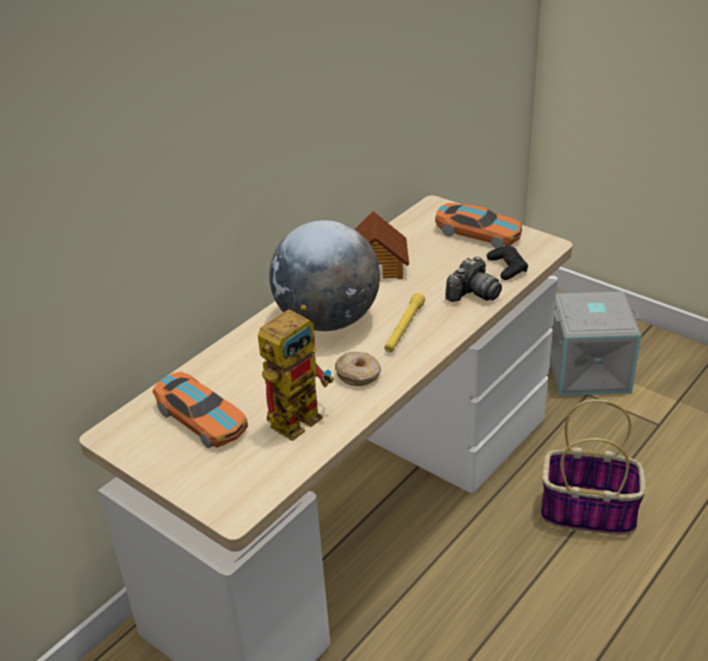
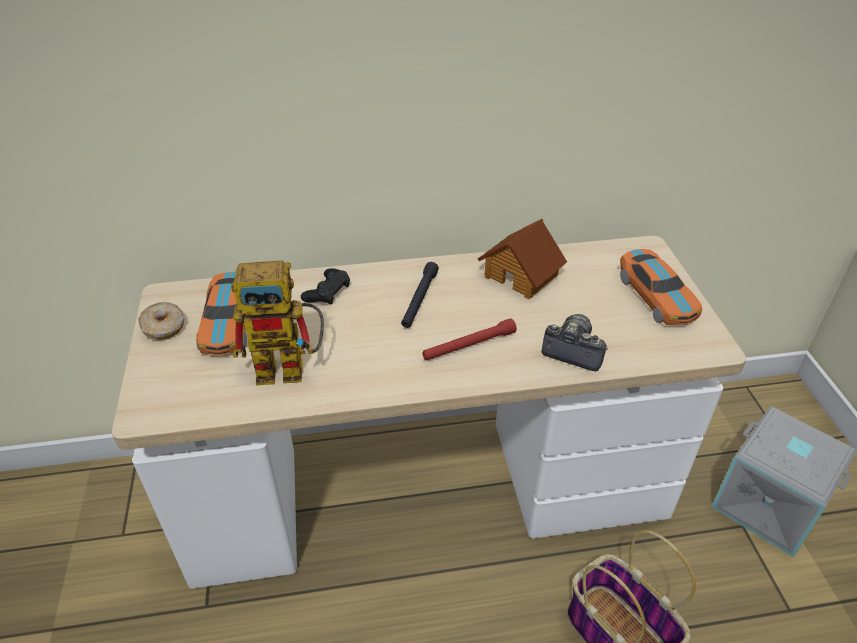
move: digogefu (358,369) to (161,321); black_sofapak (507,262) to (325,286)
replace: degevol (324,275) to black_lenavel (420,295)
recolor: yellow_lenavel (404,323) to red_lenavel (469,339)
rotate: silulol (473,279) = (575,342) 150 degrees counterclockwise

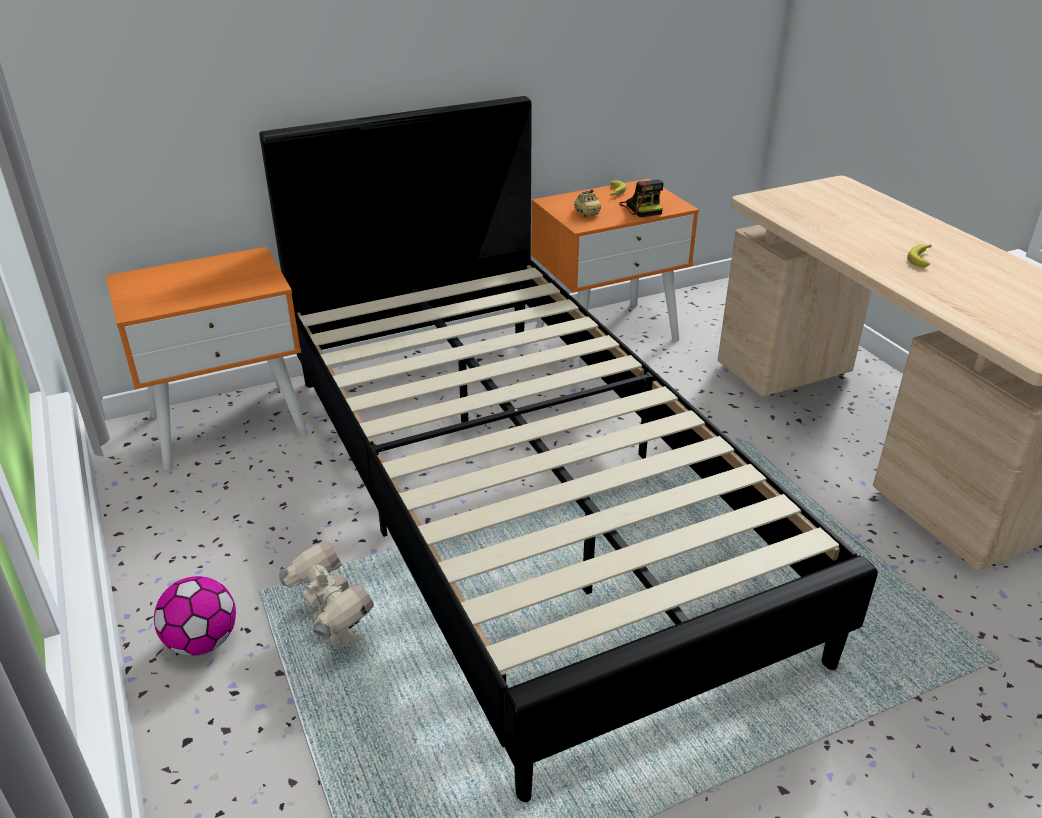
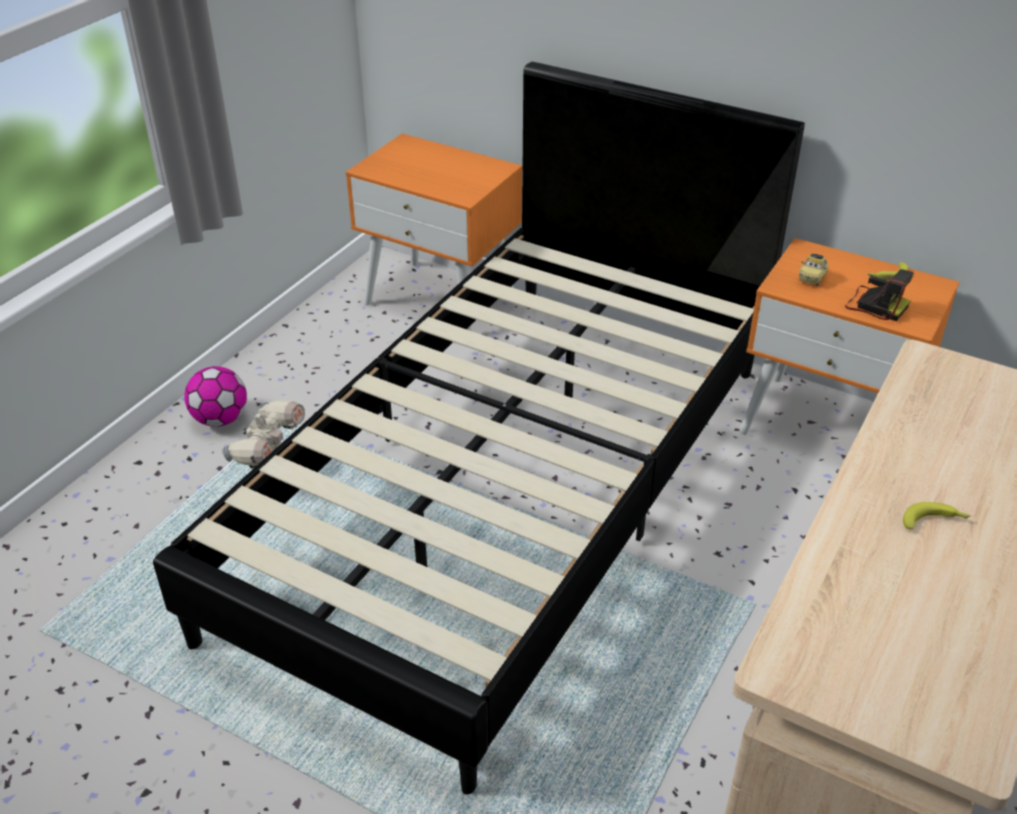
rotate: silulol (641,198) = (879,295) 90 degrees counterclockwise

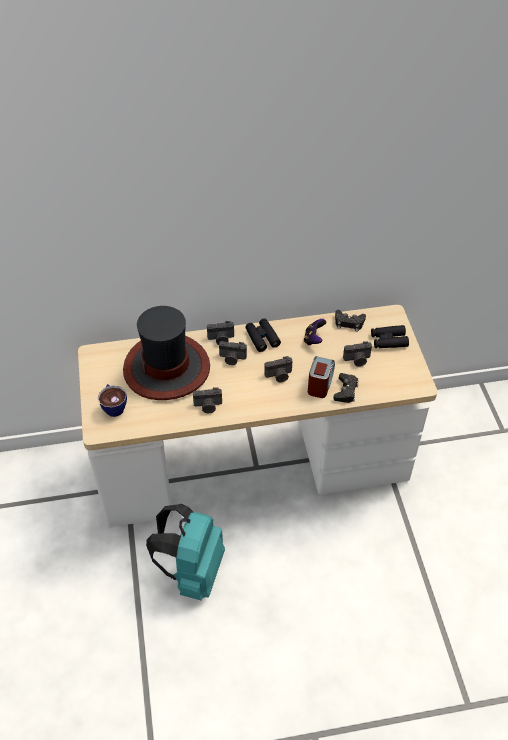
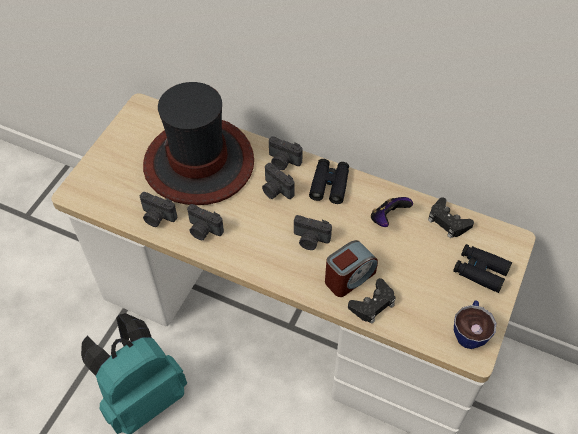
move: silulol (357,354) to (158,209); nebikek (112,400) to (475,324)

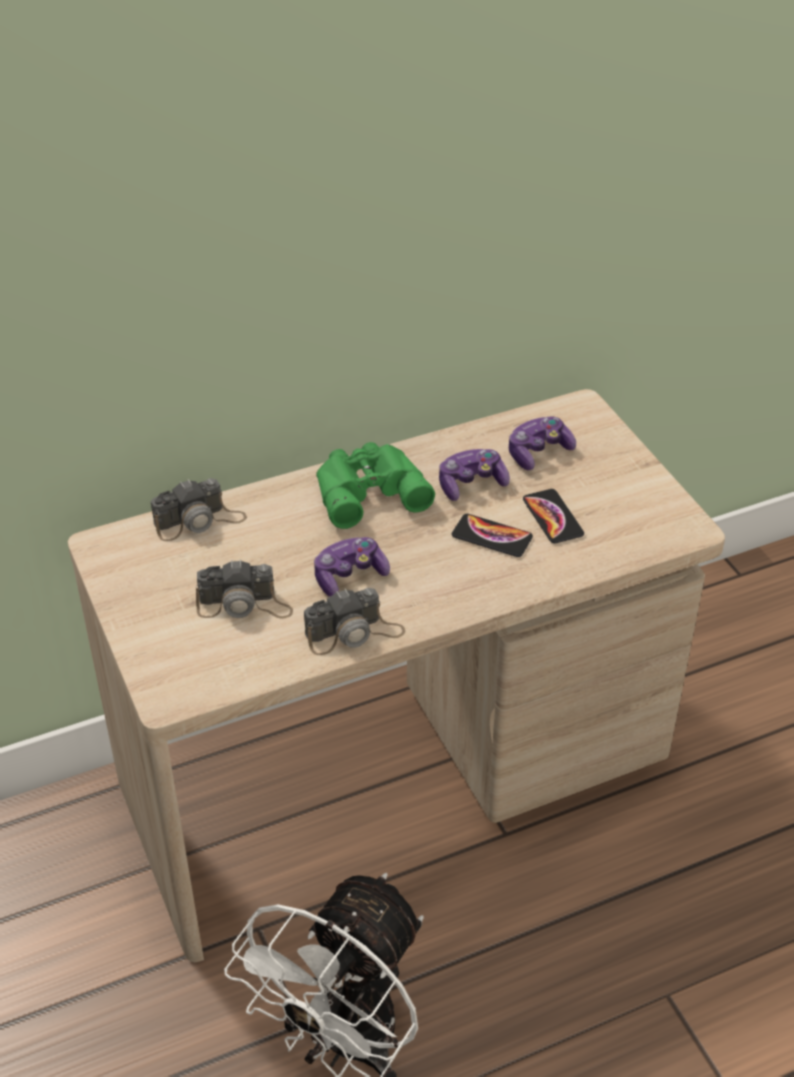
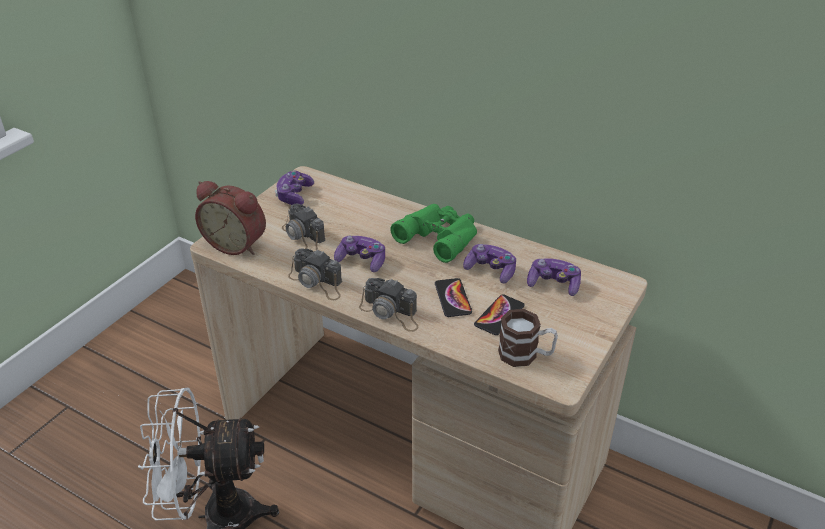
insert: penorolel (230,218); sofapak (294,187); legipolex (528,338)
move: silulol (199,509) to (389,305)

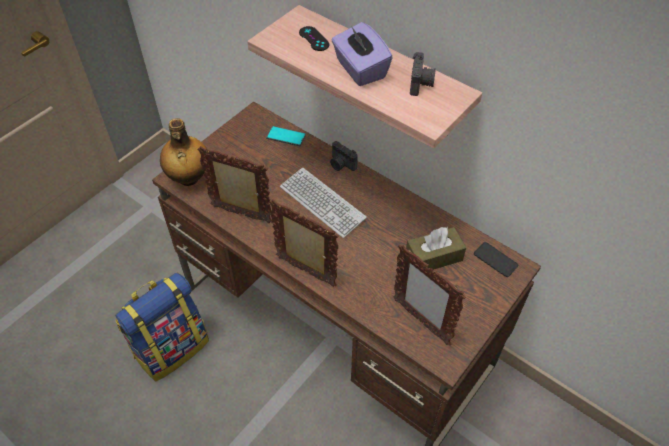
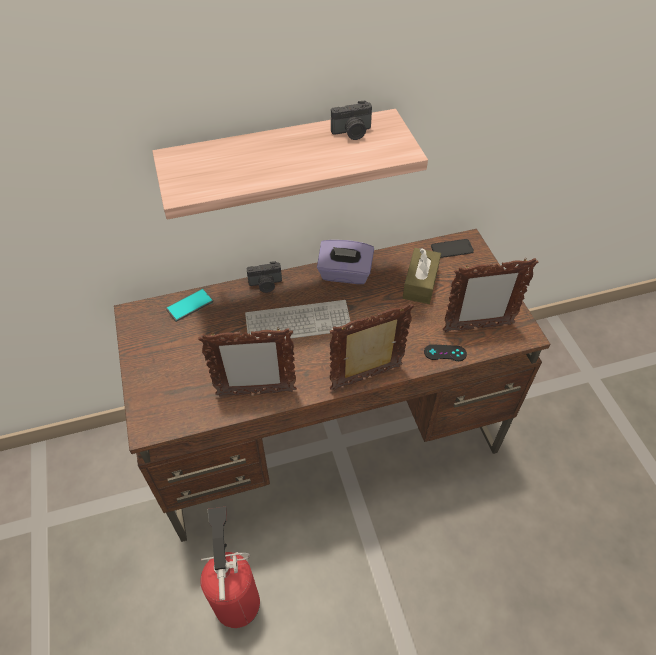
delete: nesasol (183,152)
move: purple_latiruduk (362,54) to (345,262); black_sofapak (314,38) to (445,352)
replace: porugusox (162,327) to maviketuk (230,567)
rotate: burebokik (234,184) = (247,361) 150 degrees counterclockwise; silulol (423,74) = (351,120) 120 degrees clockwise

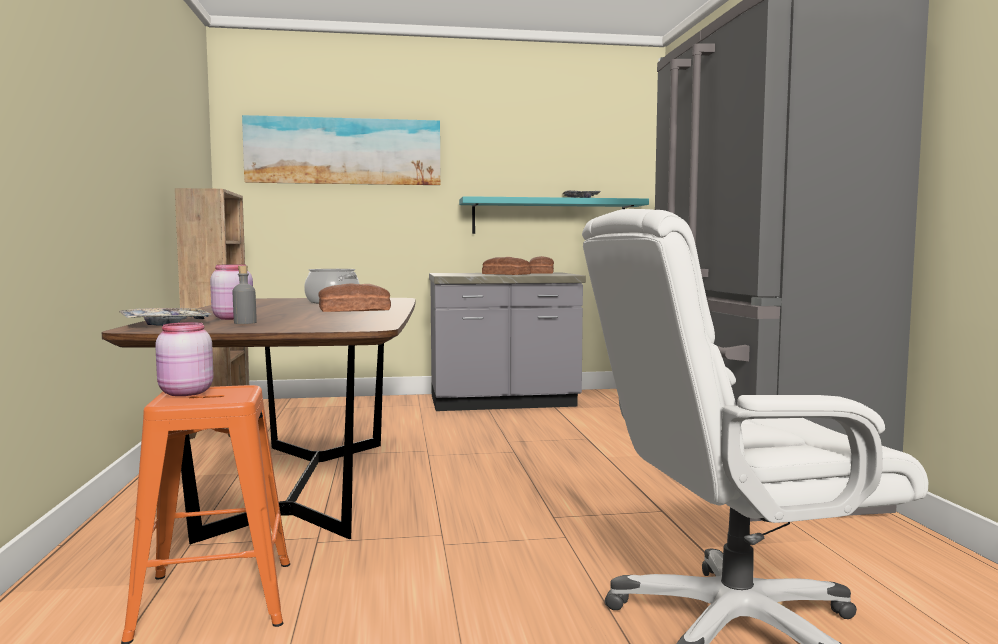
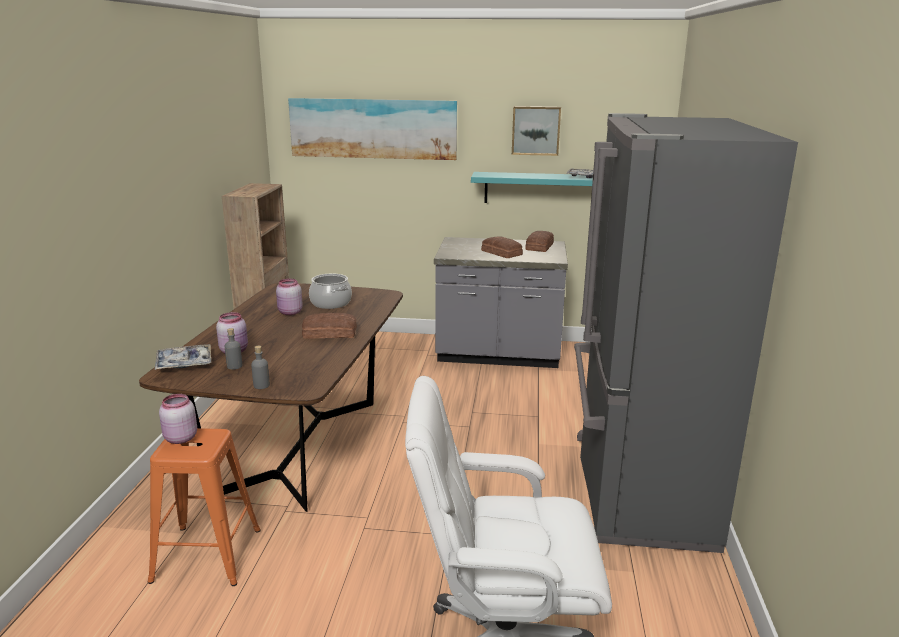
insert: grey_nesasol (260,367); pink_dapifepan (289,297); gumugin (536,131)

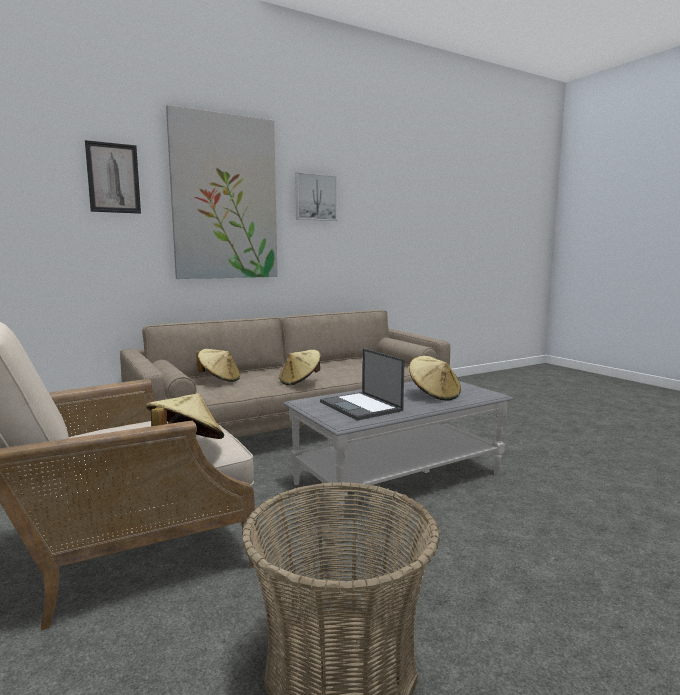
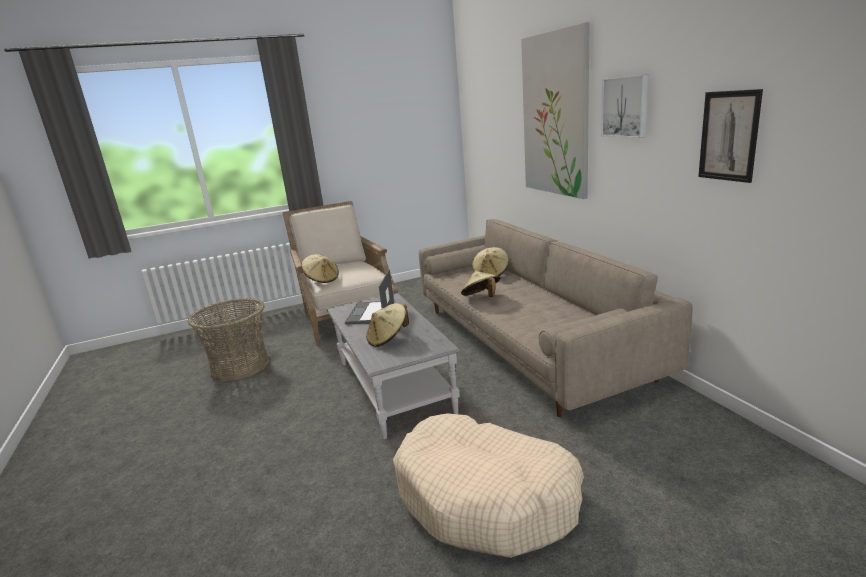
insert: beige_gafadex (488,485)
move: gumugin (113,177) to (730,136)
rotate: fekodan (362,384) = (369,297) 60 degrees counterclockwise

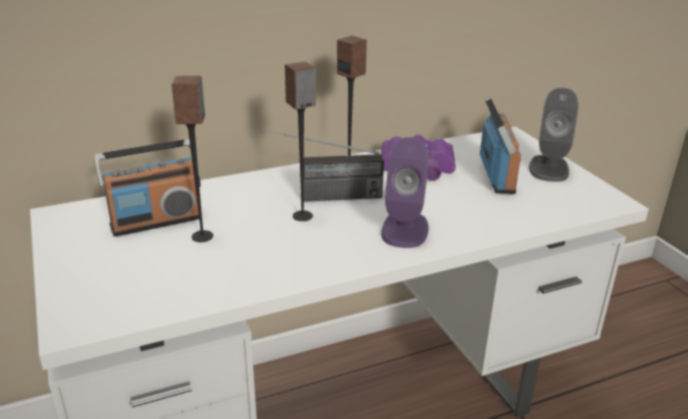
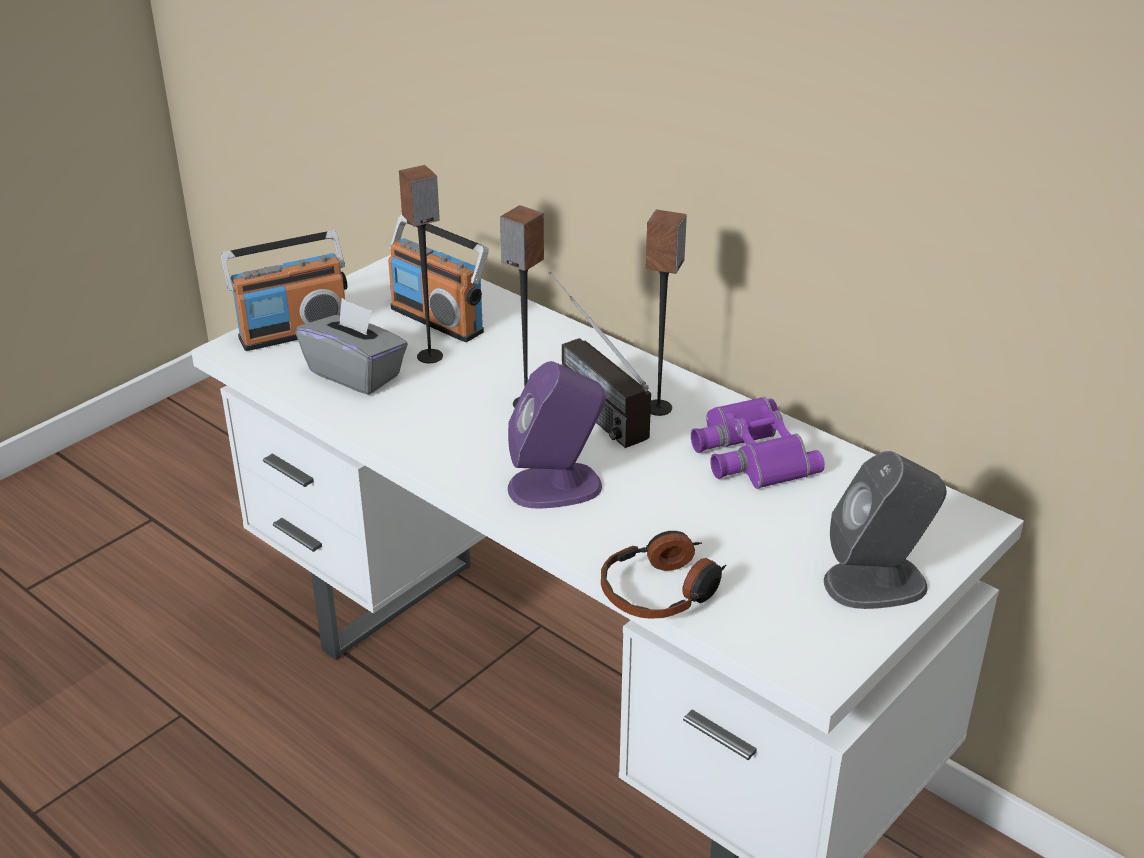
insert: grey_latiruduk (352,346); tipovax (664,575)
move: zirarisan (500,145) to (284,290)

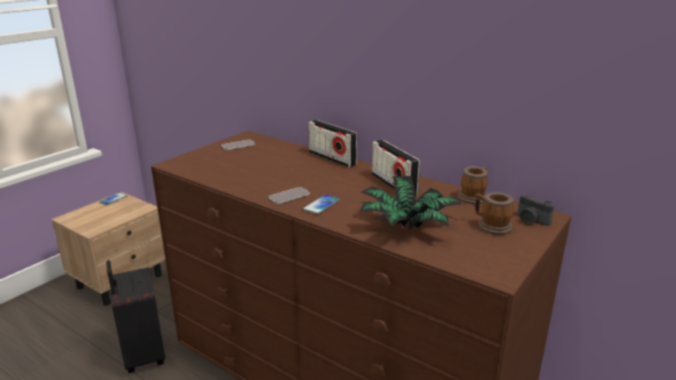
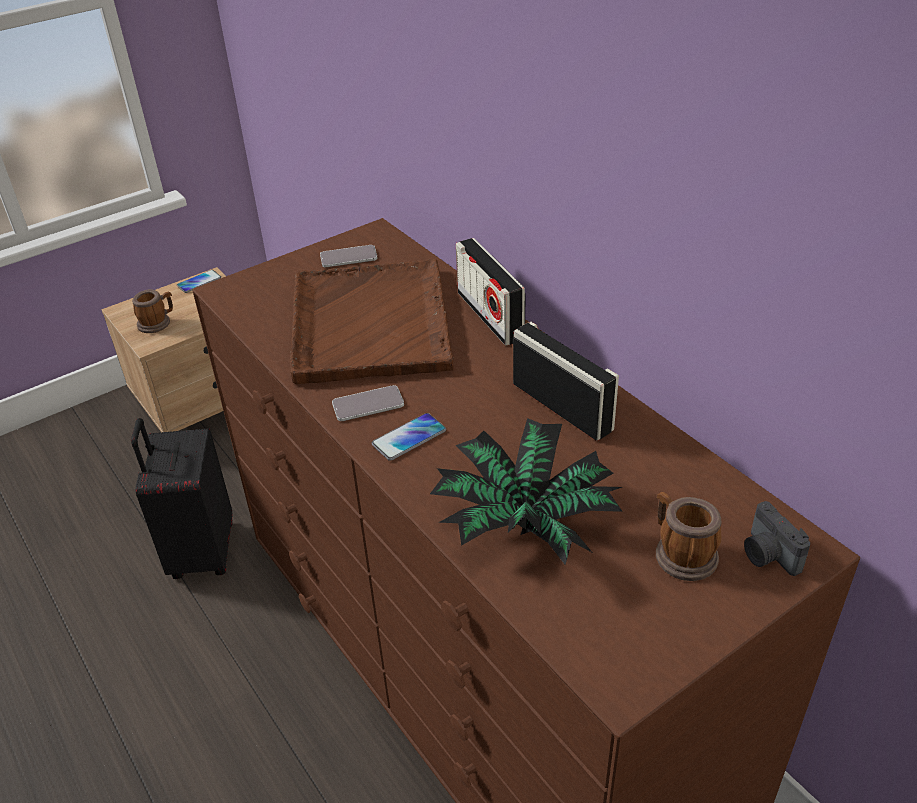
insert: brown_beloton (372,321)
move: legipolex (473,185) to (152,311)
rotate: zirarisan (396,168) = (566,381) 150 degrees clockwise

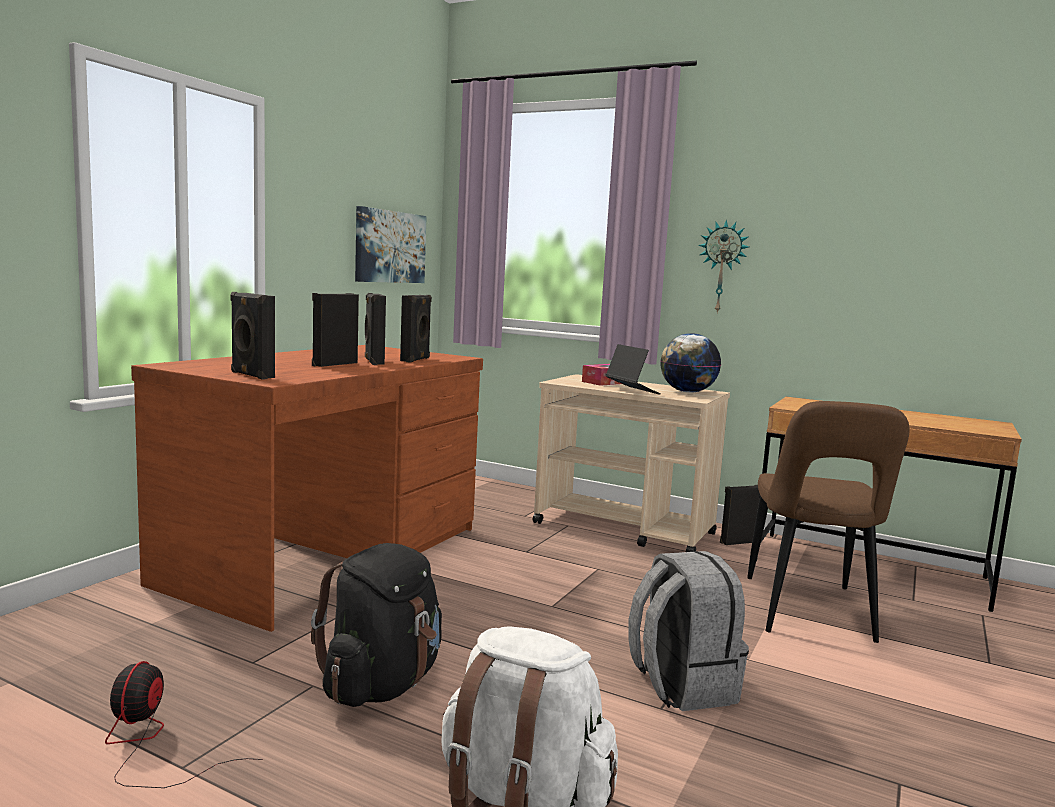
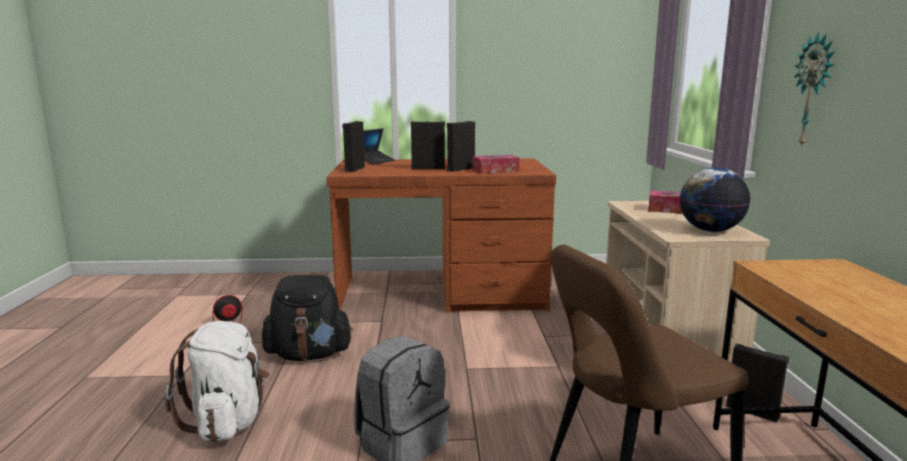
delete: gumugin (391,244)
move: fekodan (633,369) to (379,146)
replace: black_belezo (416,329) to latiruduk (496,164)

